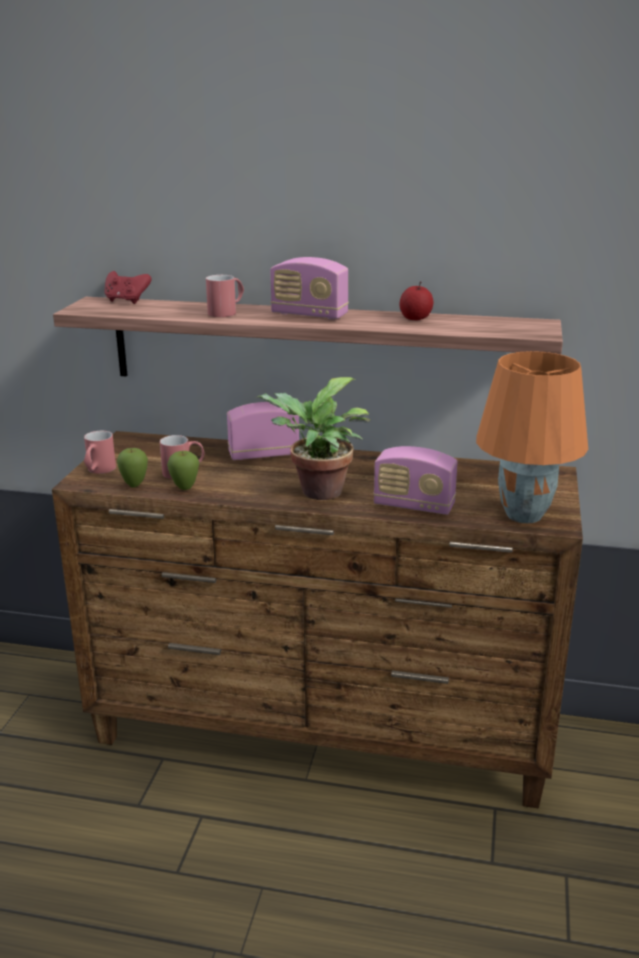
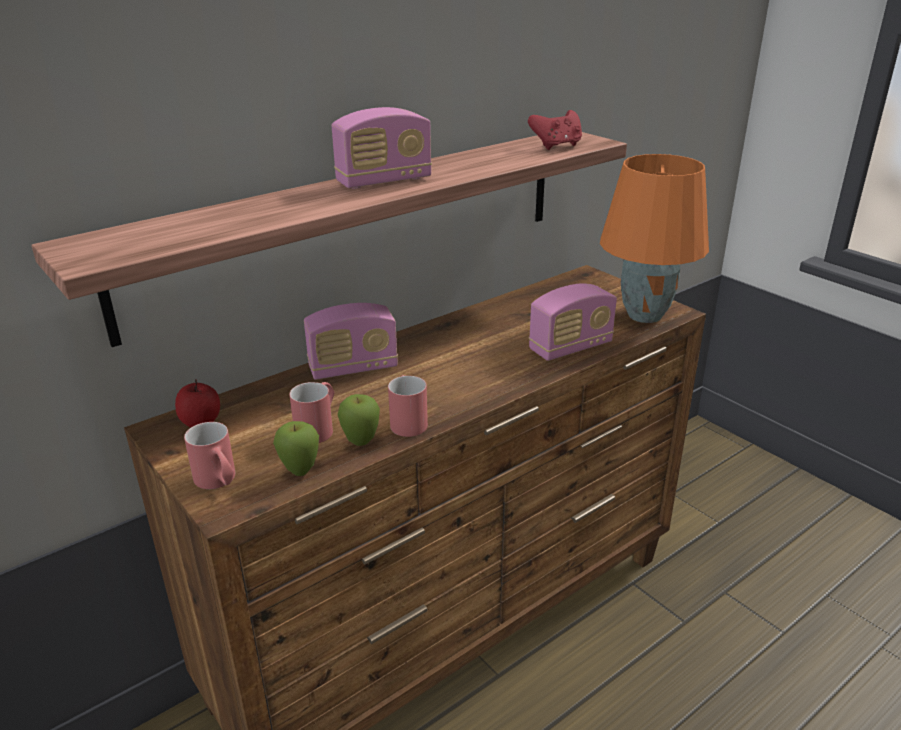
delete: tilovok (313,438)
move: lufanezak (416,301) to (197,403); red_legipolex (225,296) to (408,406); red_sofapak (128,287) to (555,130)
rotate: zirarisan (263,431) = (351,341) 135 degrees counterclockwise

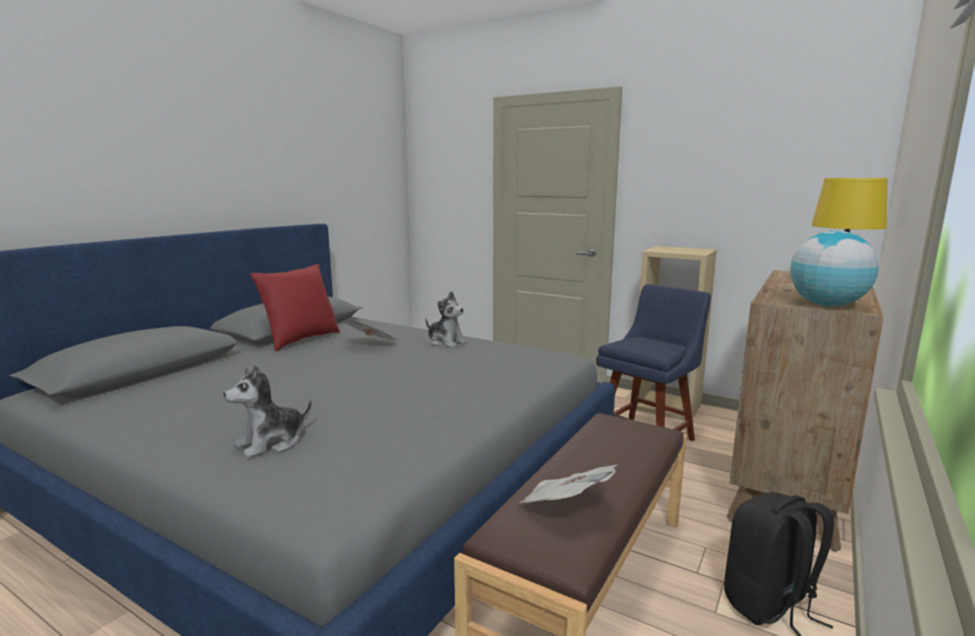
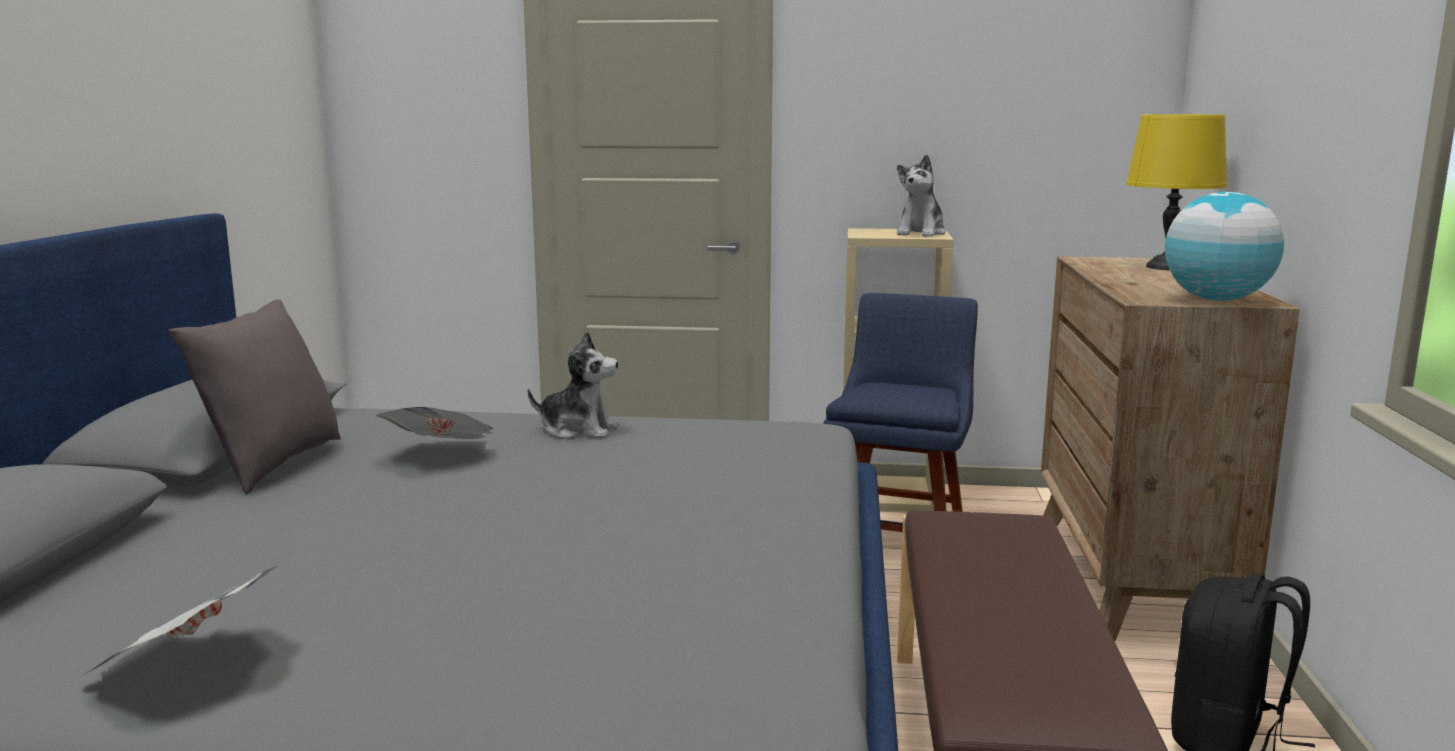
move: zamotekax (568,484) to (179,621); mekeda (267,411) to (921,196)
recolor: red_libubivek (295,308) to grey_libubivek (254,396)

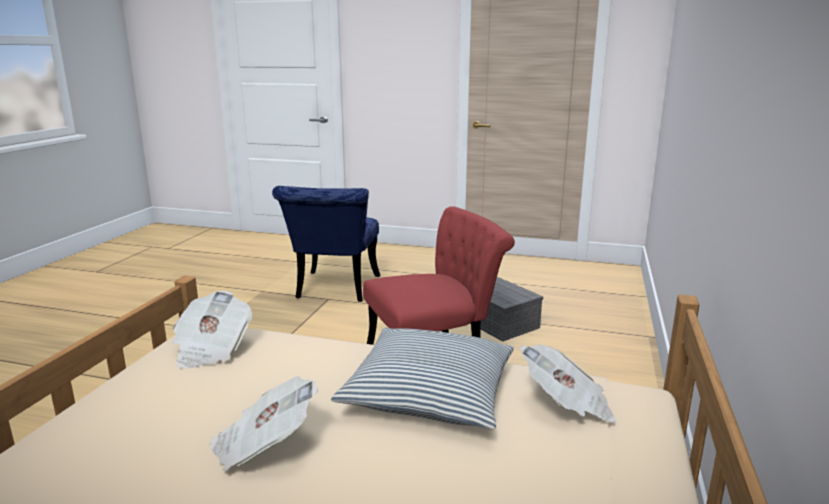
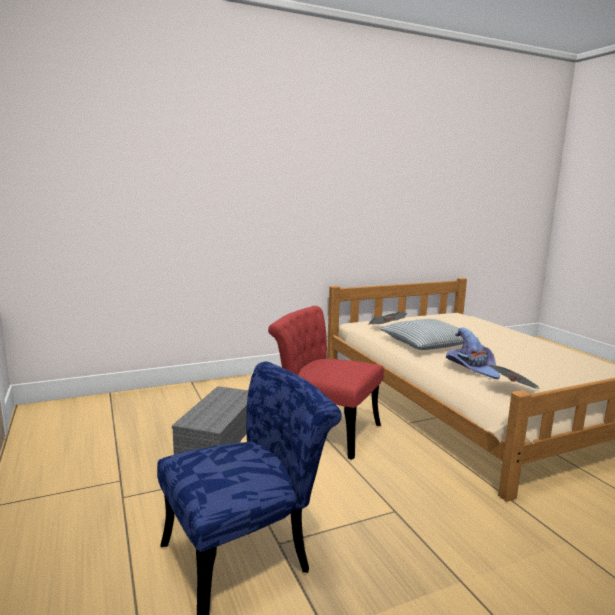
delete: zamotekax (263,424)
insert: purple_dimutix (473,353)

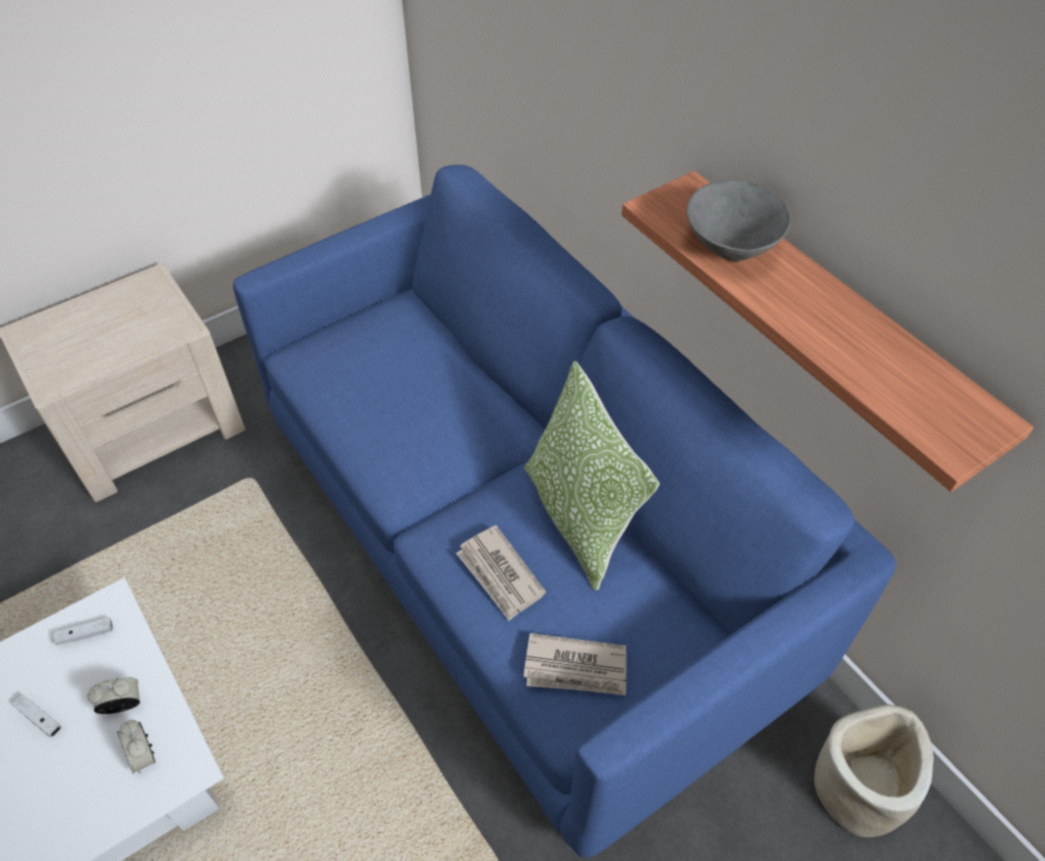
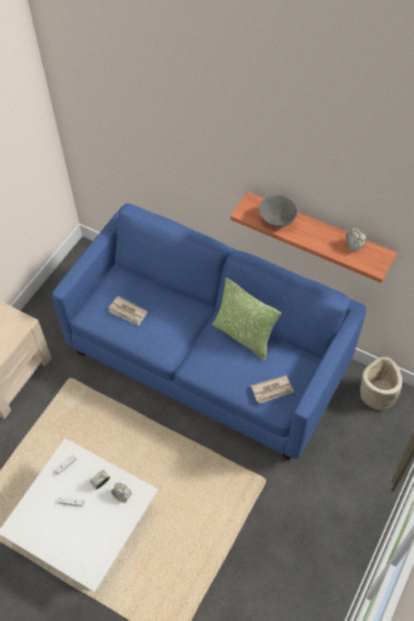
insert: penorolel (355,239)
move: zamotekax (501,573) to (128,311)

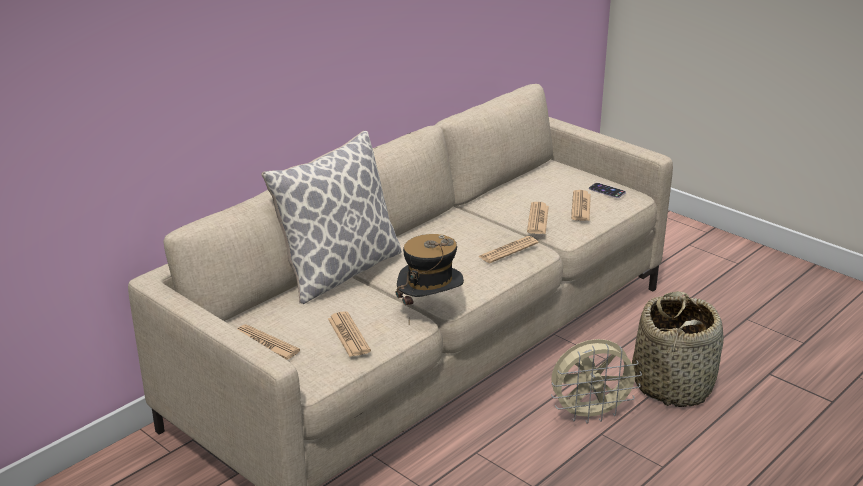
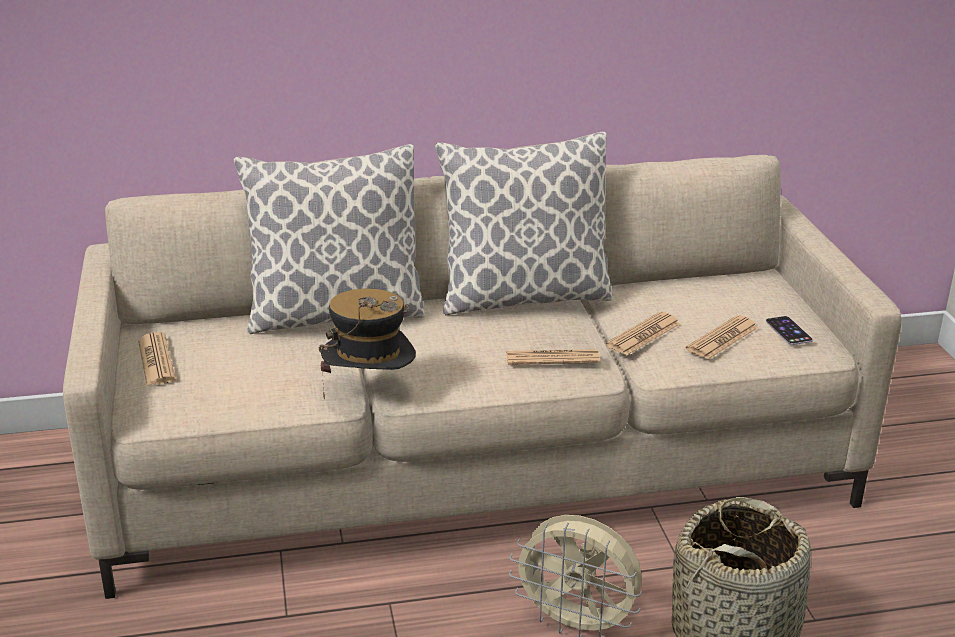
delete: zamotekax (349,334)
insert: libubivek (523,223)

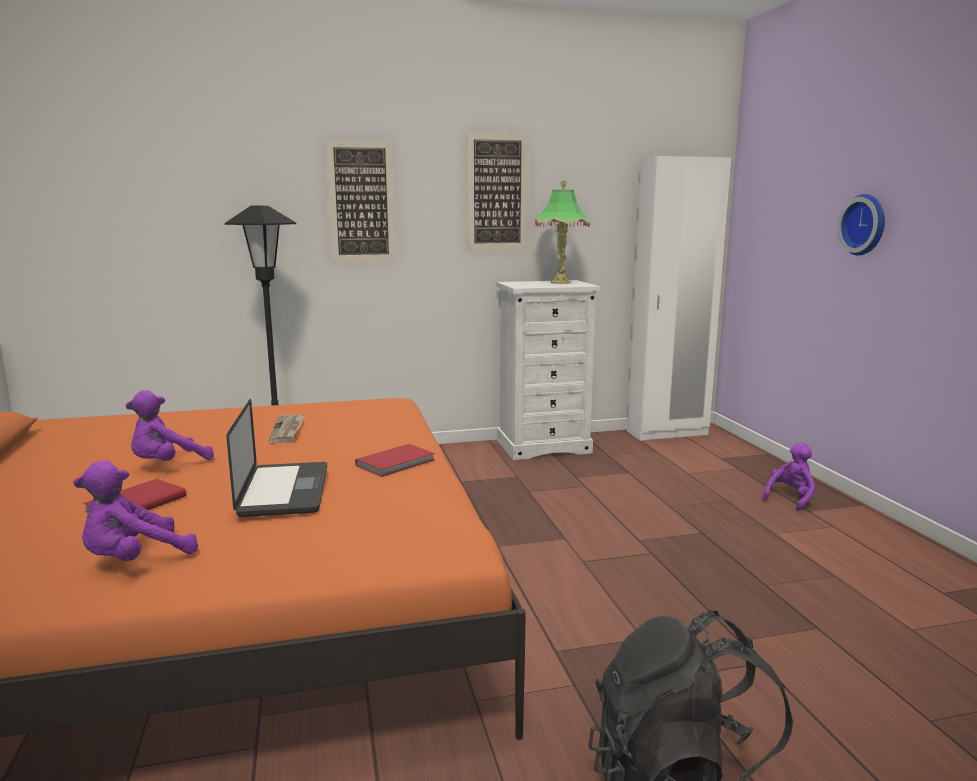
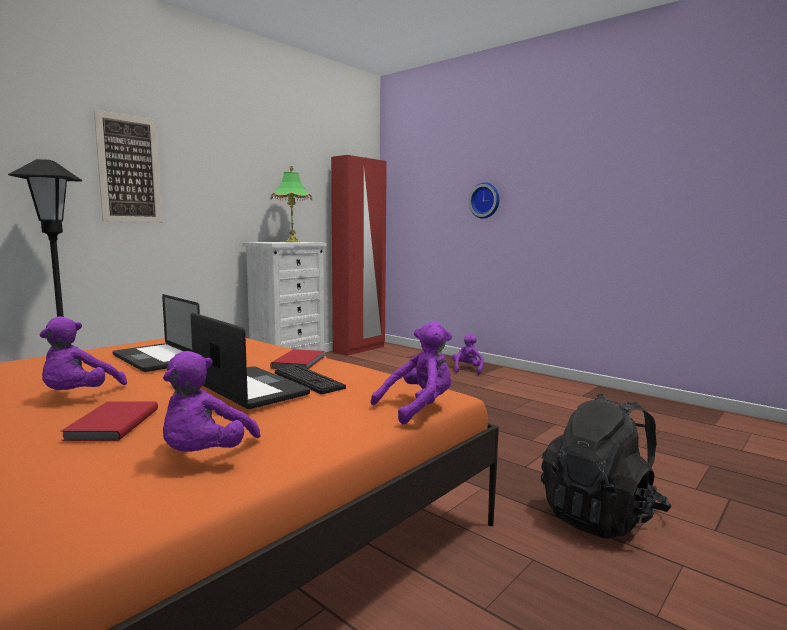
delete: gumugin (497,191)
insert: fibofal (310,379); purple_mekeda (411,373)
replace: zamotekax (287,429) to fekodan (156,333)
recolor: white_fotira (679,298) to red_fotira (359,255)

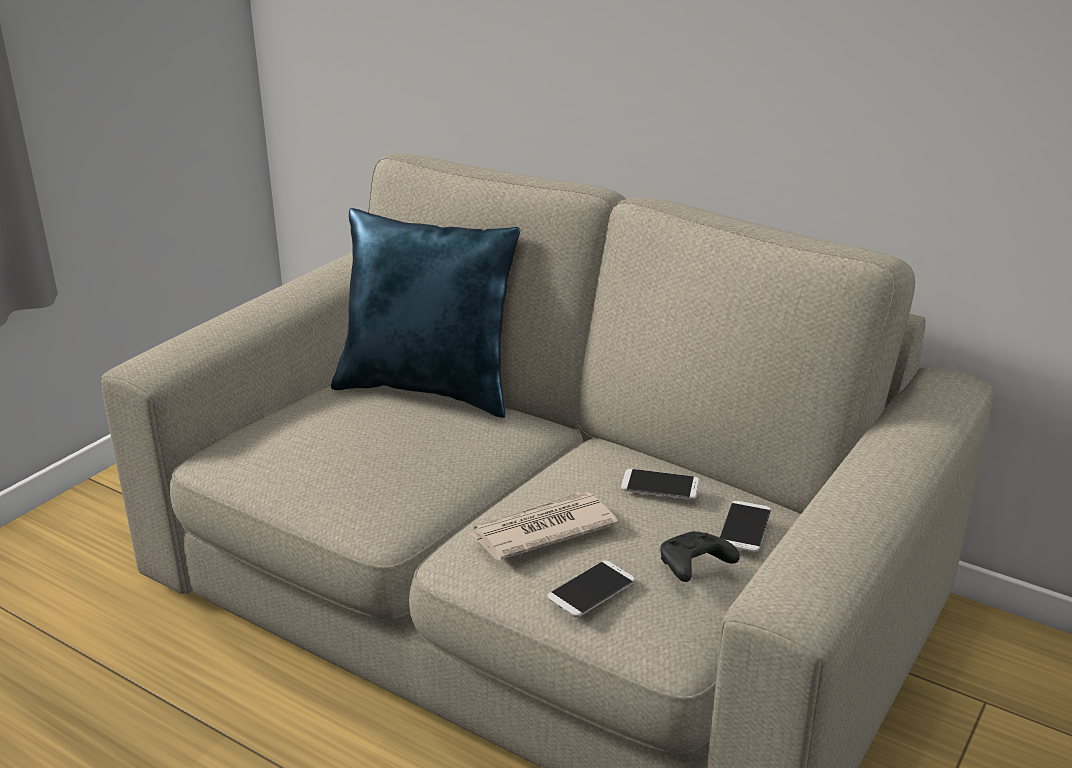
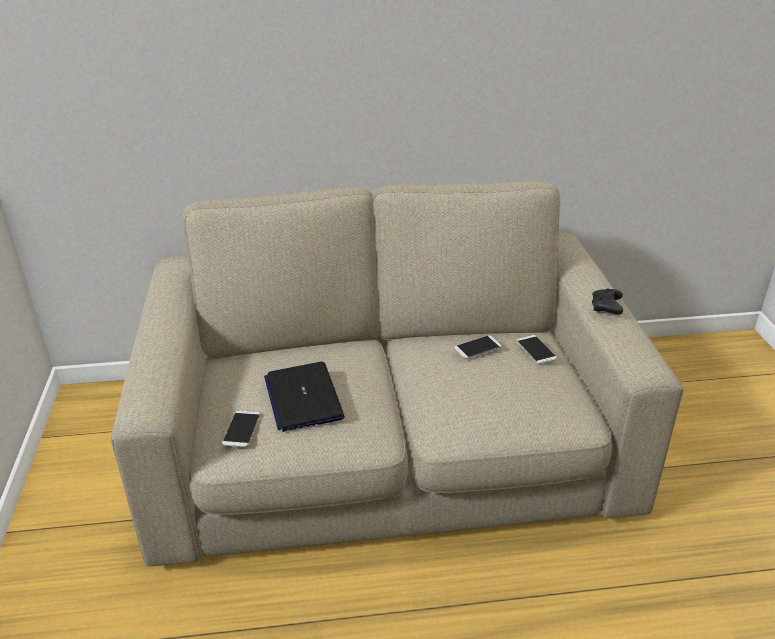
delete: blue_libubivek (425,313); zamotekax (544,526)
insert: fekodan (304,397)
move: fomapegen (591,588) to (241,428); black_sofapak (700,556) to (607,301)

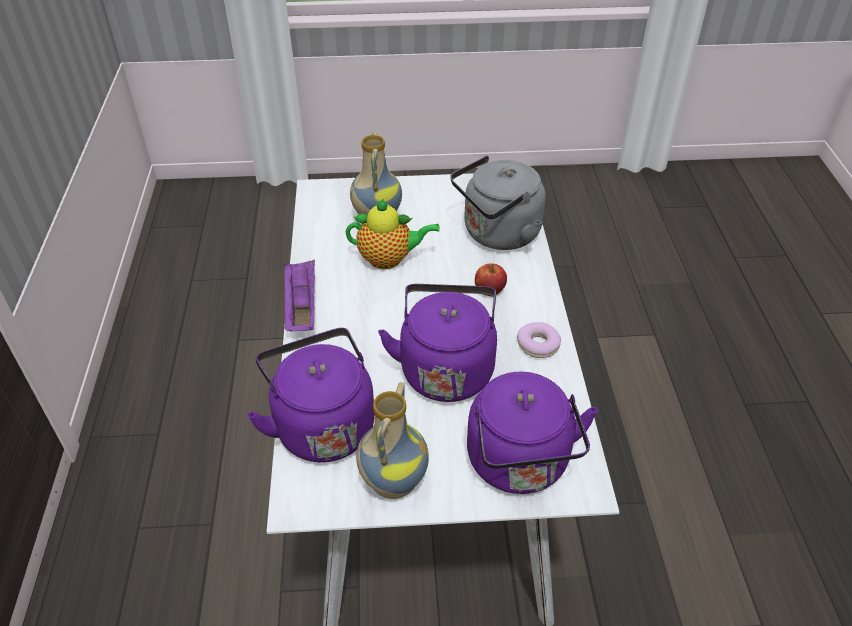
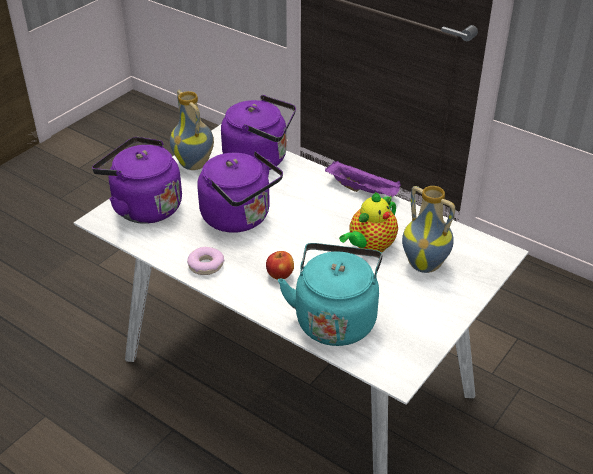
recolor: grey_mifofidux (498,203) to turquoise_mifofidux (330,294)

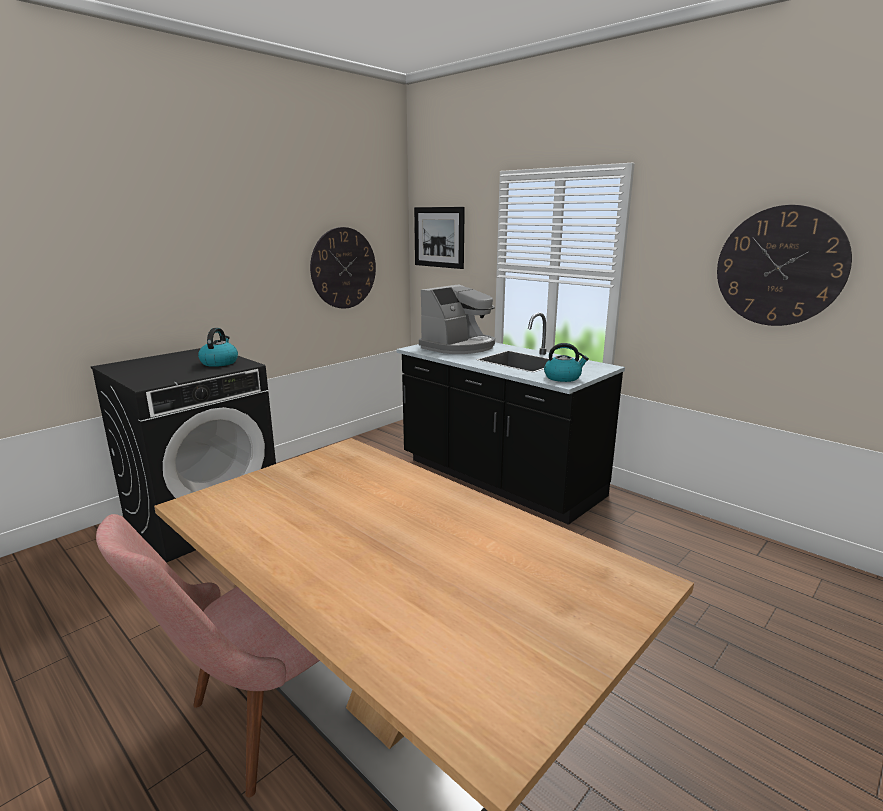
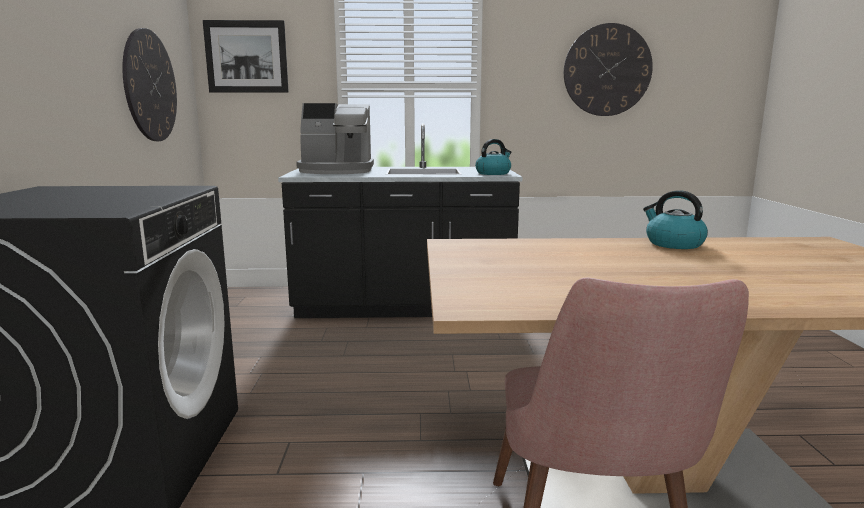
move: mifofidux (218,347) to (675,219)
rotate: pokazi (457,319) = (335,138) 90 degrees clockwise

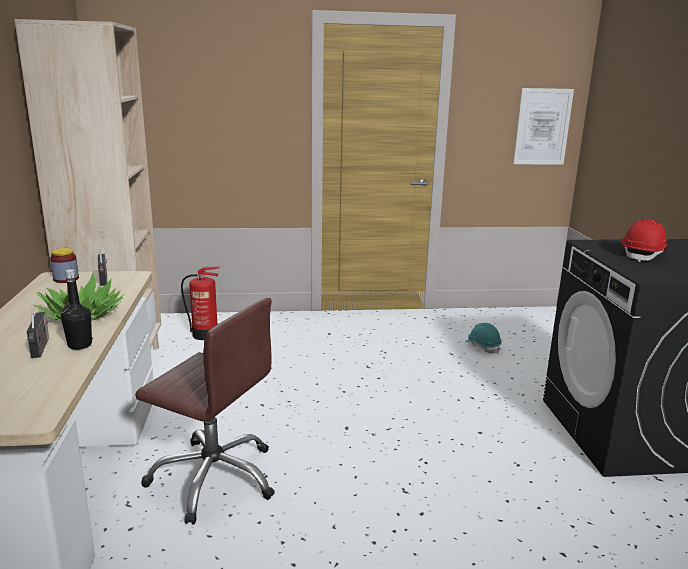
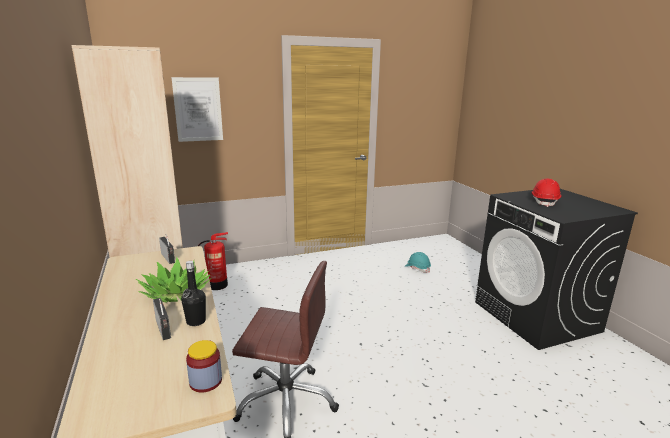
move: gumugin (543,126) to (197,109); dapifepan (64,265) to (204,366)

